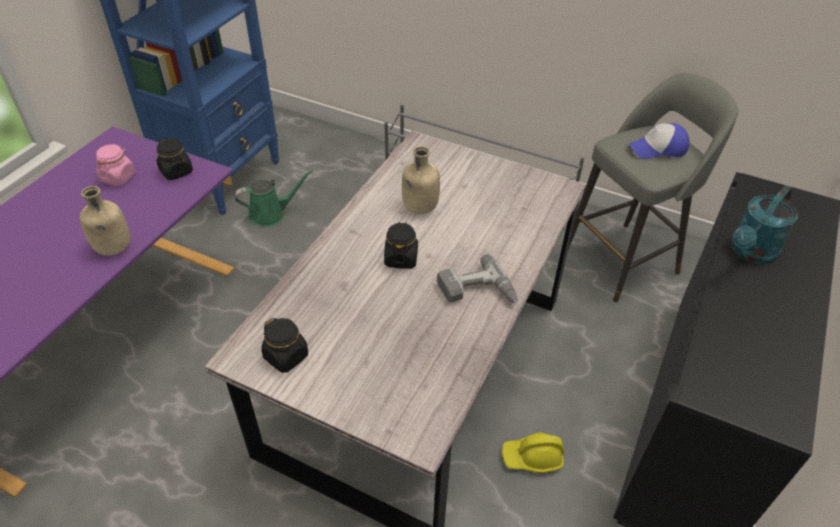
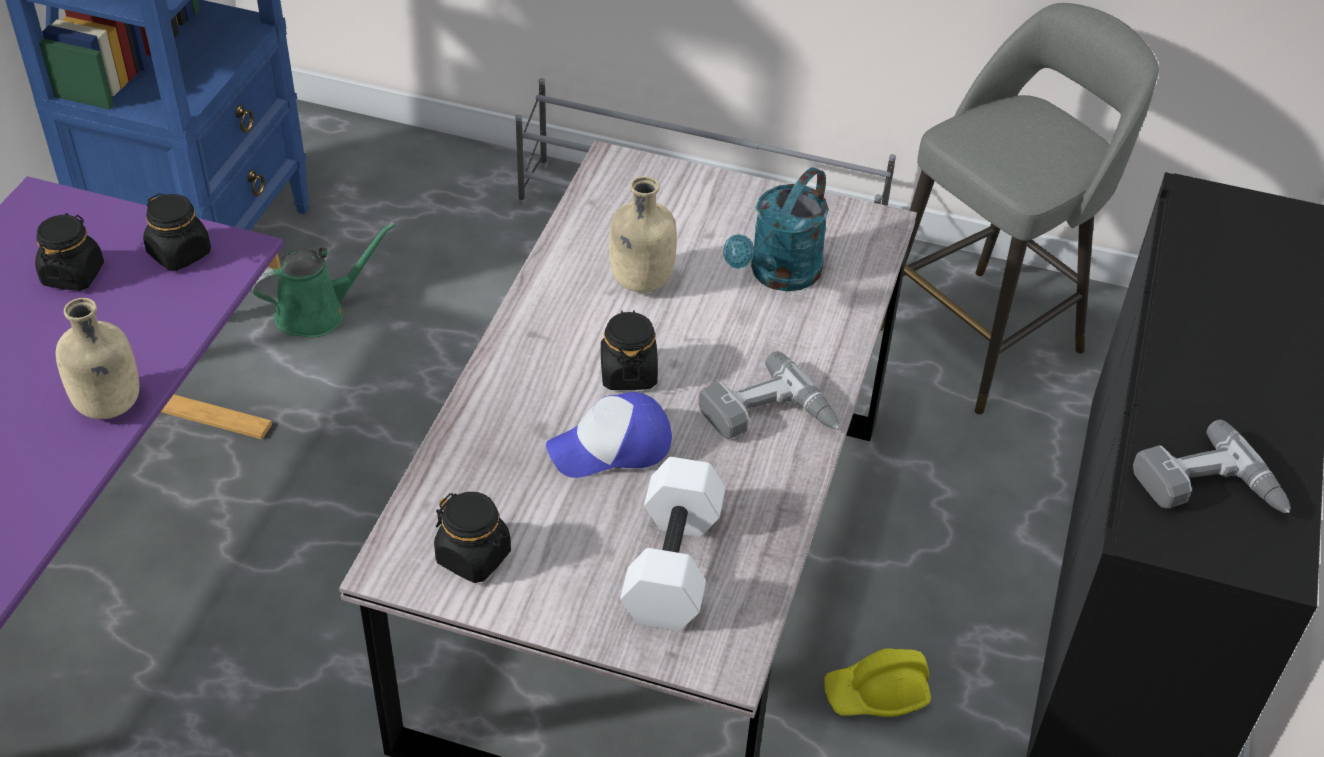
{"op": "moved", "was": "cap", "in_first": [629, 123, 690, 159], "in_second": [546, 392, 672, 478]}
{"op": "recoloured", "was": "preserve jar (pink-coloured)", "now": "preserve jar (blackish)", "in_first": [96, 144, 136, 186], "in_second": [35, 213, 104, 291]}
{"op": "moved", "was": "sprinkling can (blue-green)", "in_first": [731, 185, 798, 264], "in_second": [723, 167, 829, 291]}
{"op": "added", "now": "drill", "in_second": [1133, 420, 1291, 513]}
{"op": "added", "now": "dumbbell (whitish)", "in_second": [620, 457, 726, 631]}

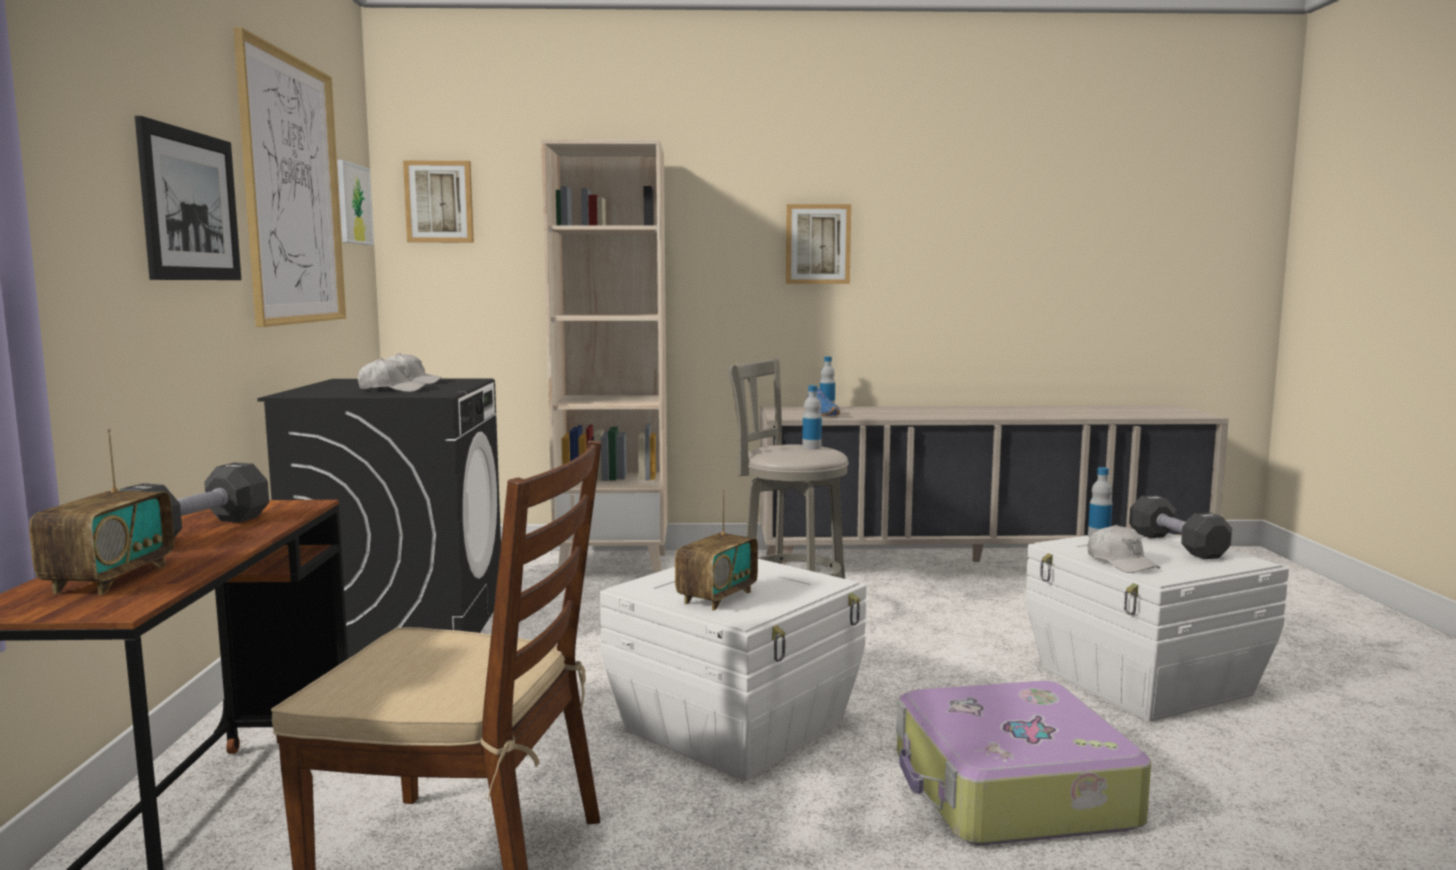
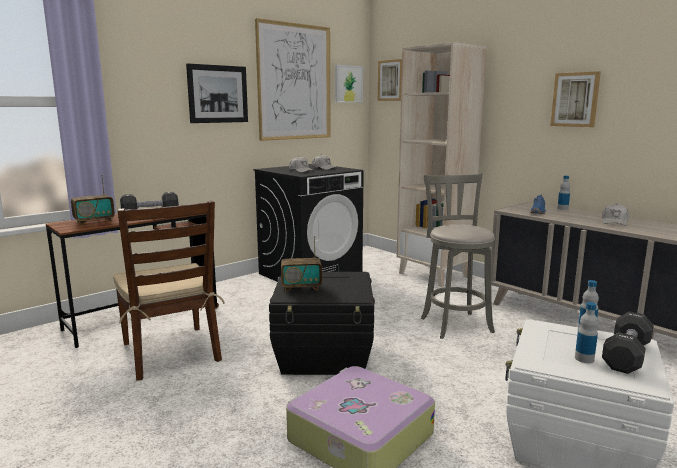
{"op": "moved", "was": "drink bottle", "in_first": [802, 385, 822, 450], "in_second": [575, 302, 598, 363]}
{"op": "moved", "was": "cap (whitish)", "in_first": [1088, 525, 1160, 573], "in_second": [602, 204, 629, 226]}
{"op": "recoloured", "was": "storage container (whitish)", "now": "storage container (blackish)", "in_first": [600, 559, 866, 781], "in_second": [269, 272, 375, 375]}

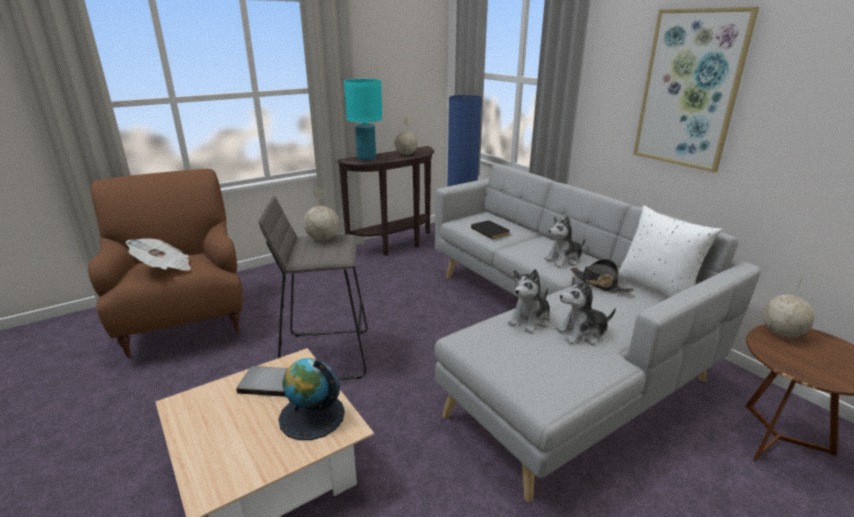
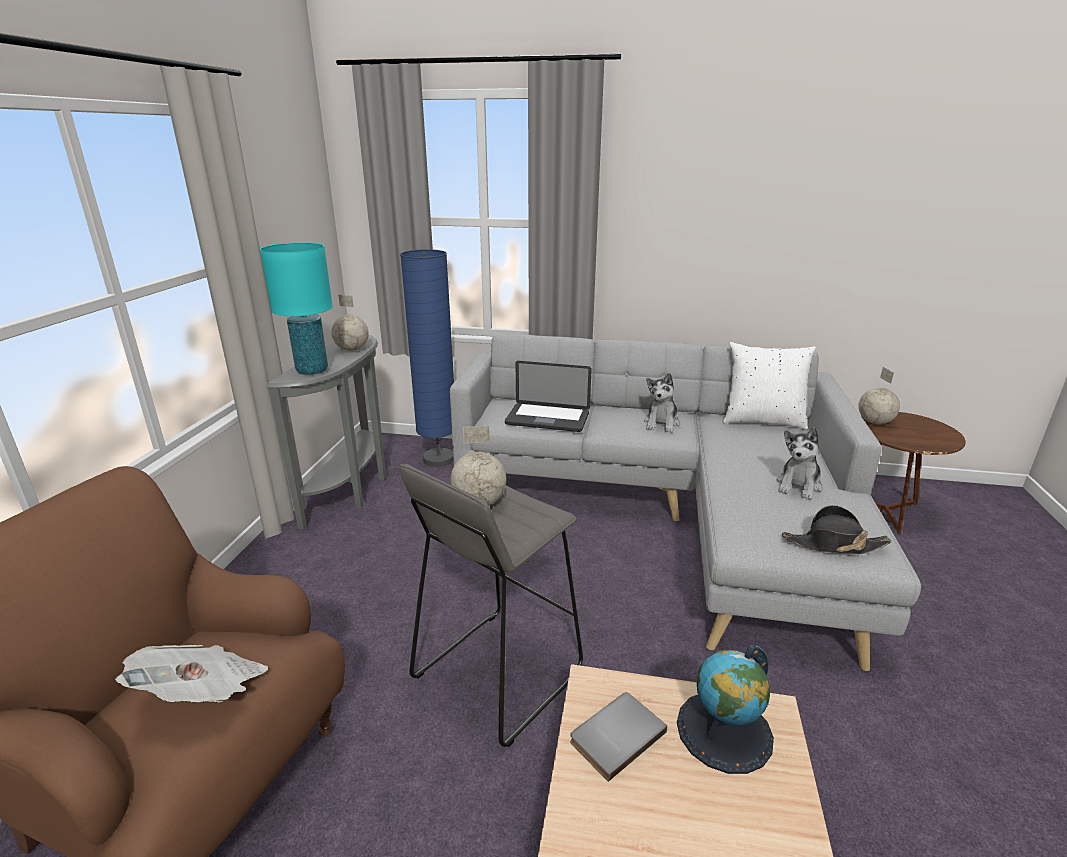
{"op": "removed", "was": "picture", "in_first": [633, 7, 759, 172]}
{"op": "recoloured", "was": "narrow table (brown)", "now": "narrow table (greyish)", "in_first": [337, 146, 434, 256], "in_second": [266, 335, 386, 529]}
{"op": "replaced", "was": "book (blackish)", "now": "portable computer", "in_first": [471, 220, 510, 239], "in_second": [505, 361, 592, 432]}
{"op": "moved", "was": "wearable hat (blackish)", "in_first": [570, 259, 634, 293], "in_second": [782, 505, 892, 554]}
{"op": "removed", "was": "plush toy", "in_first": [507, 269, 550, 334]}

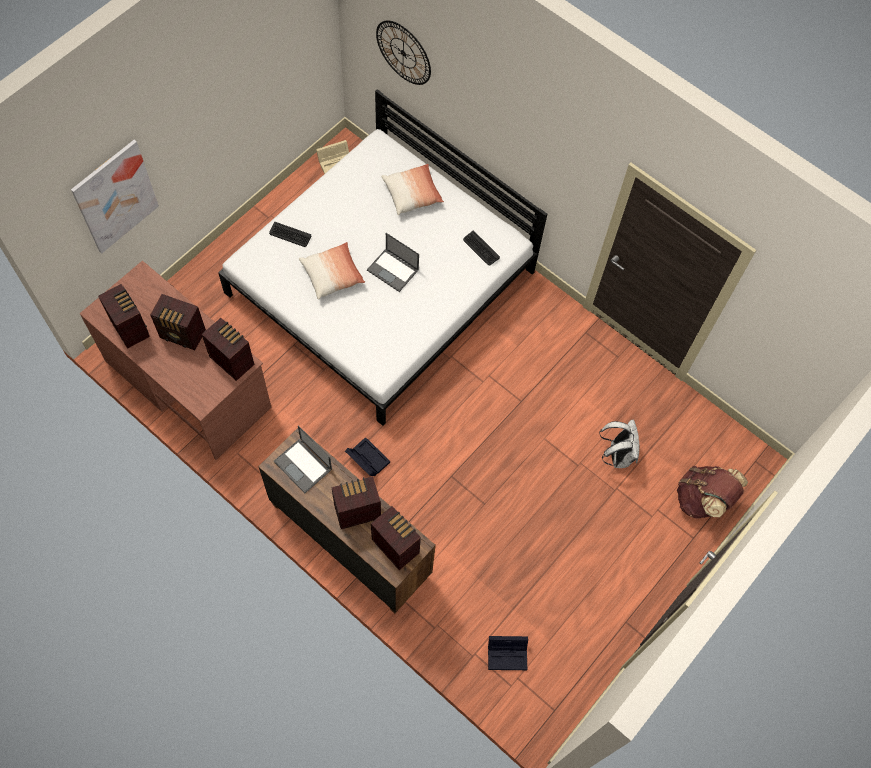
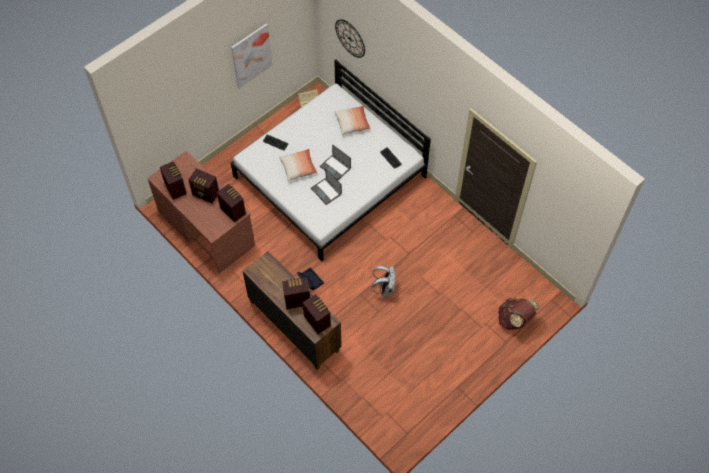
{"op": "moved", "was": "picture", "in_first": [71, 140, 159, 254], "in_second": [231, 23, 272, 88]}
{"op": "moved", "was": "knapsack (whitish)", "in_first": [599, 419, 639, 468], "in_second": [372, 266, 396, 297]}
{"op": "moved", "was": "portable computer", "in_first": [274, 425, 332, 493], "in_second": [311, 168, 342, 205]}
{"op": "removed", "was": "storage container (blackish)", "in_first": [488, 636, 528, 670]}

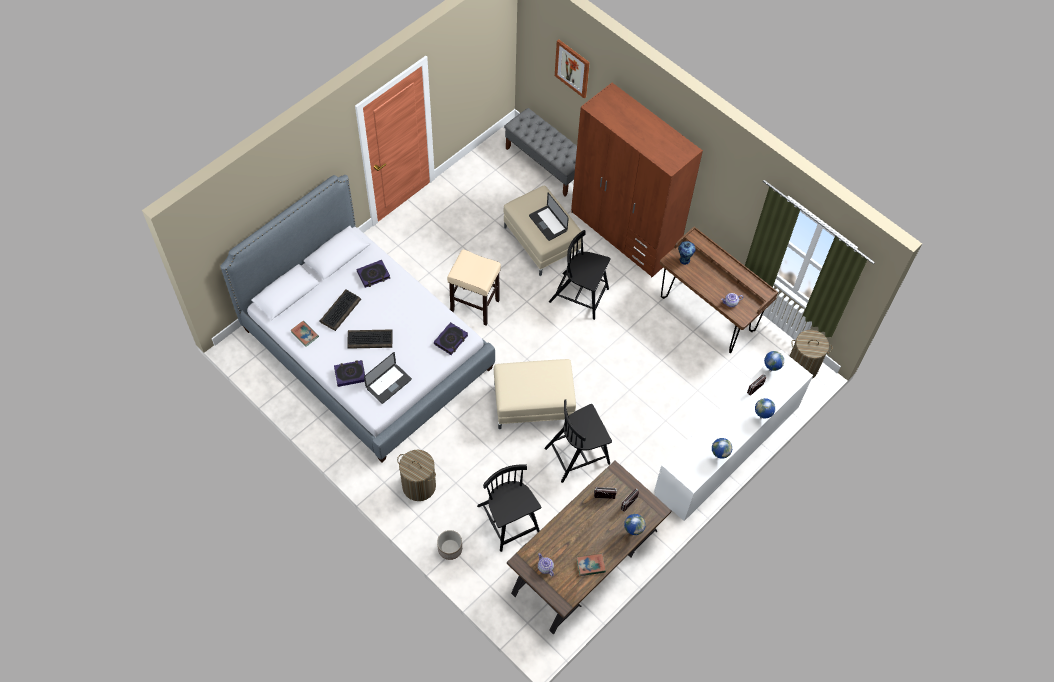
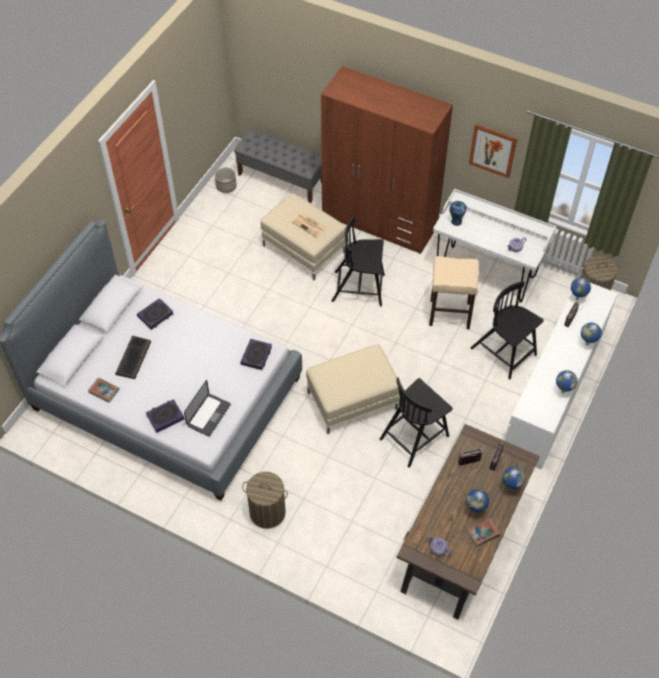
{"op": "moved", "was": "picture", "in_first": [555, 39, 590, 99], "in_second": [469, 124, 517, 178]}
{"op": "replaced", "was": "portable computer", "now": "newspaper", "in_first": [529, 193, 569, 241], "in_second": [292, 213, 327, 238]}
{"op": "recoloured", "was": "desk (brown)", "now": "desk (whitish)", "in_first": [660, 226, 778, 353], "in_second": [433, 189, 556, 302]}
{"op": "moved", "was": "stool (sand-coloured)", "in_first": [447, 249, 501, 326], "in_second": [429, 256, 478, 329]}
{"op": "removed", "was": "keyboard", "in_first": [347, 329, 393, 349]}
{"op": "moved", "was": "plain chair (blackish)", "in_first": [477, 464, 541, 552], "in_second": [471, 281, 544, 380]}
{"op": "moved", "was": "plant pot", "in_first": [437, 530, 462, 560], "in_second": [215, 167, 237, 193]}
{"op": "added", "now": "globe", "in_second": [466, 489, 489, 512]}

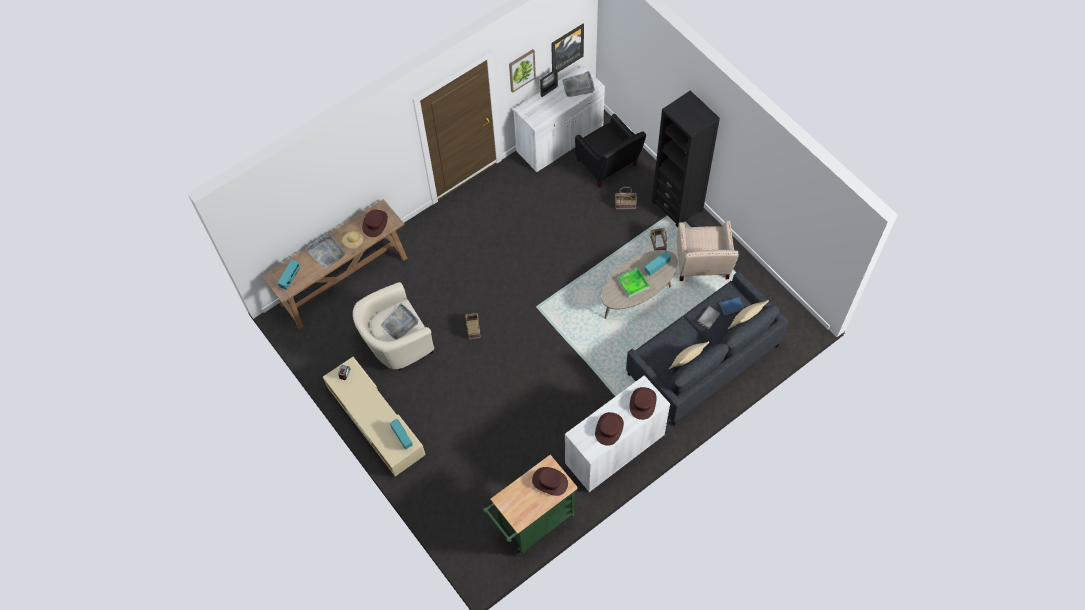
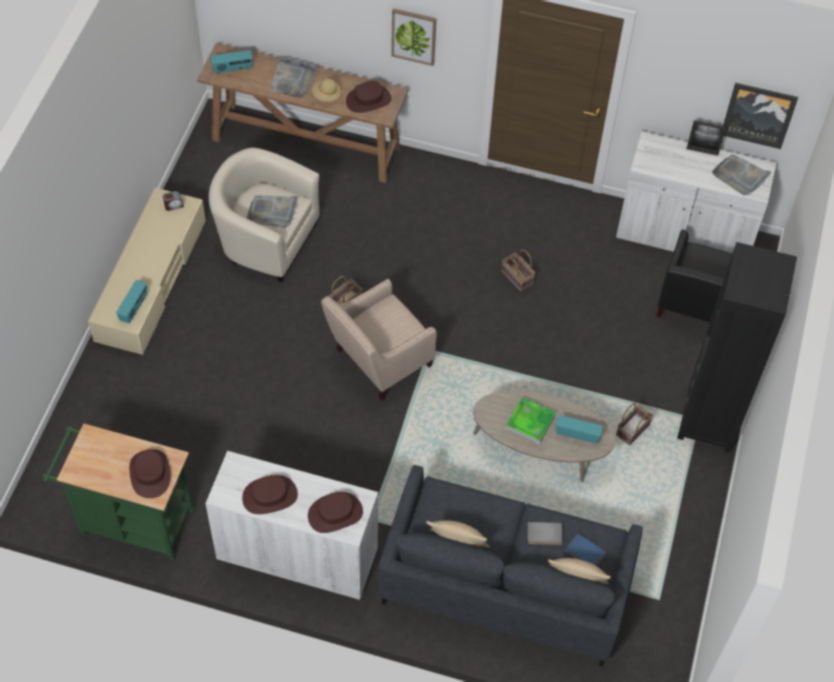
{"op": "moved", "was": "picture", "in_first": [509, 49, 536, 93], "in_second": [391, 8, 436, 66]}
{"op": "moved", "was": "household basket", "in_first": [615, 187, 637, 209], "in_second": [502, 249, 535, 292]}
{"op": "moved", "was": "easy chair (sand-coloured)", "in_first": [676, 220, 739, 281], "in_second": [321, 279, 437, 400]}

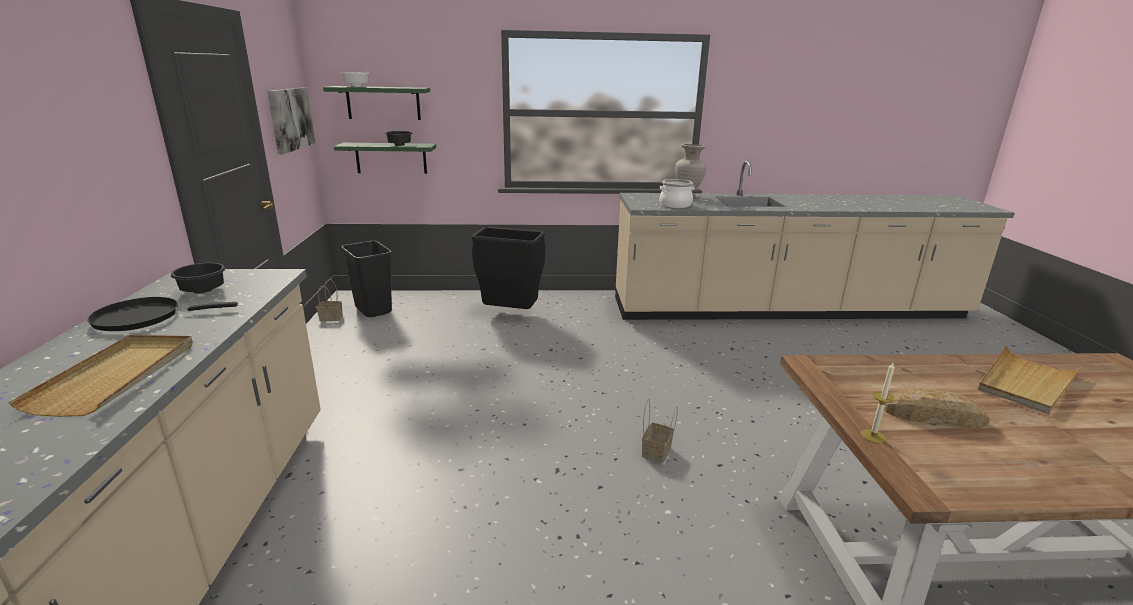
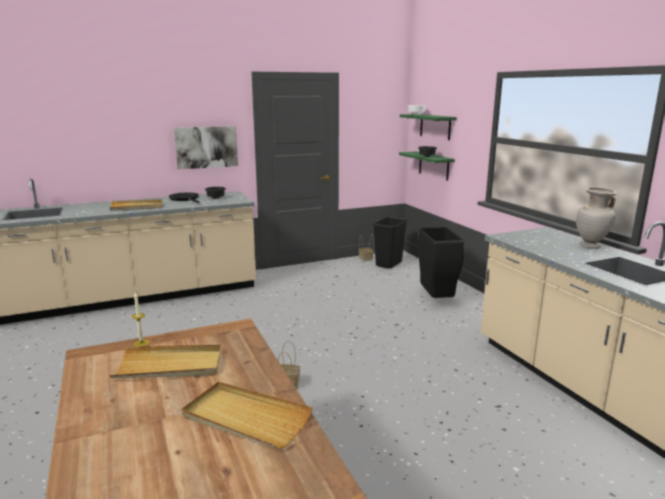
{"op": "moved", "was": "picture", "in_first": [267, 87, 315, 154], "in_second": [174, 126, 238, 169]}
{"op": "removed", "was": "stockpot", "in_first": [660, 179, 695, 208]}
{"op": "replaced", "was": "bakery bread", "now": "serving tray (sand-coloured)", "in_first": [884, 388, 990, 428], "in_second": [110, 344, 221, 378]}

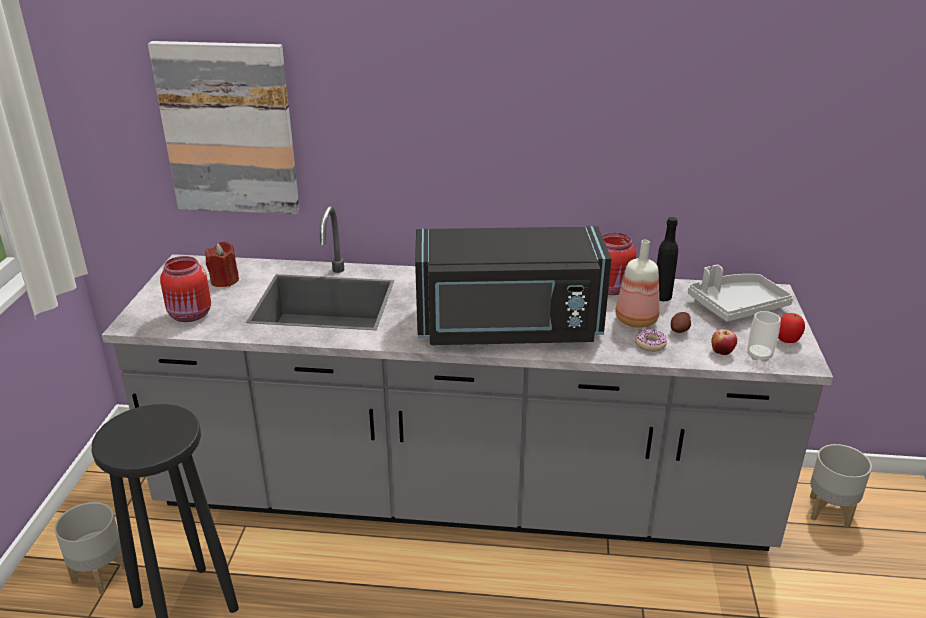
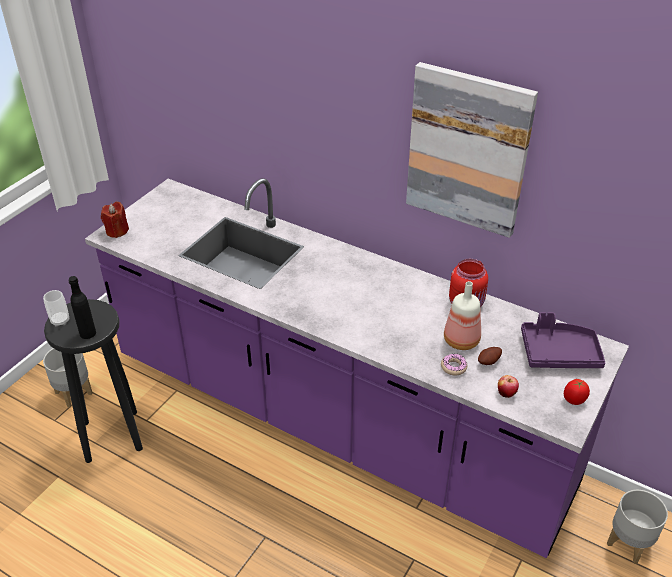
{"op": "moved", "was": "picture", "in_first": [148, 41, 300, 214], "in_second": [406, 62, 538, 238]}
{"op": "recoloured", "was": "kitchen counter (greyish)", "now": "kitchen counter (purple)", "in_first": [102, 206, 833, 551], "in_second": [85, 178, 629, 558]}
{"op": "moved", "was": "drink bottle (blackish)", "in_first": [657, 217, 678, 301], "in_second": [69, 276, 96, 339]}
{"op": "removed", "was": "microwave (blackish)", "in_first": [415, 226, 611, 345]}
{"op": "moved", "was": "candle (red)", "in_first": [205, 241, 239, 287], "in_second": [101, 202, 129, 238]}
{"op": "removed", "was": "preserve jar (red)", "in_first": [160, 256, 211, 322]}
{"op": "recoloured", "was": "serving tray (greyish)", "now": "serving tray (purple)", "in_first": [688, 265, 793, 322], "in_second": [521, 312, 605, 368]}
{"op": "moved", "was": "drinking cup", "in_first": [747, 311, 781, 362], "in_second": [43, 290, 69, 327]}

